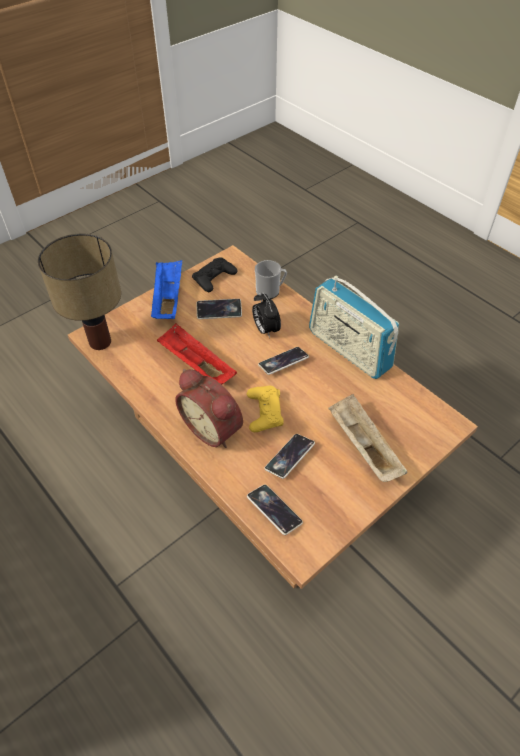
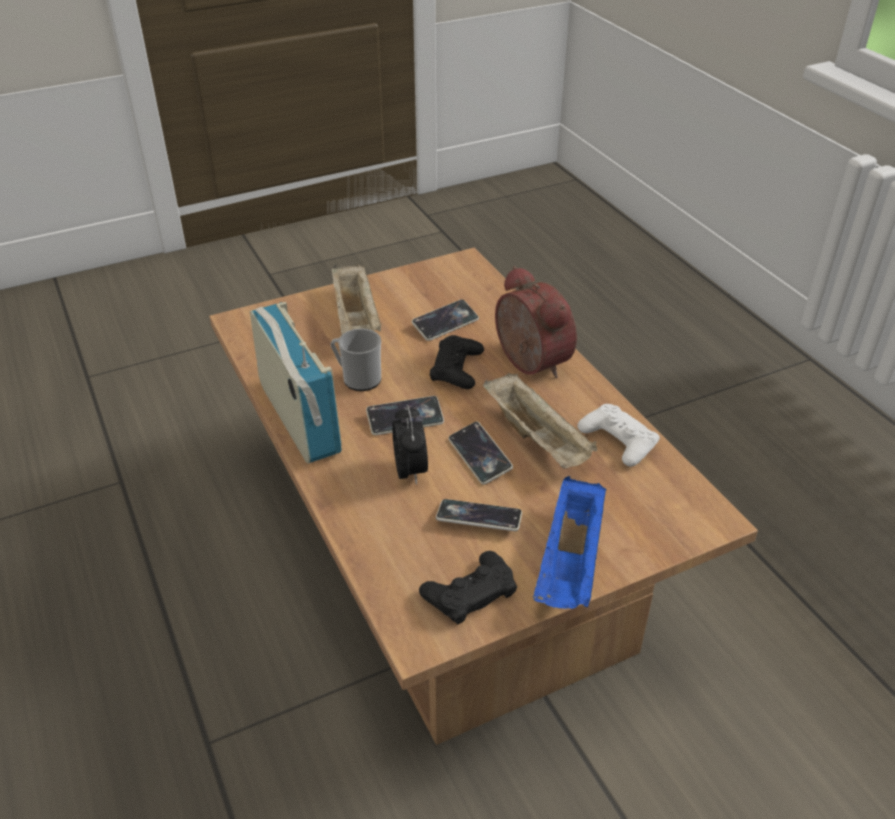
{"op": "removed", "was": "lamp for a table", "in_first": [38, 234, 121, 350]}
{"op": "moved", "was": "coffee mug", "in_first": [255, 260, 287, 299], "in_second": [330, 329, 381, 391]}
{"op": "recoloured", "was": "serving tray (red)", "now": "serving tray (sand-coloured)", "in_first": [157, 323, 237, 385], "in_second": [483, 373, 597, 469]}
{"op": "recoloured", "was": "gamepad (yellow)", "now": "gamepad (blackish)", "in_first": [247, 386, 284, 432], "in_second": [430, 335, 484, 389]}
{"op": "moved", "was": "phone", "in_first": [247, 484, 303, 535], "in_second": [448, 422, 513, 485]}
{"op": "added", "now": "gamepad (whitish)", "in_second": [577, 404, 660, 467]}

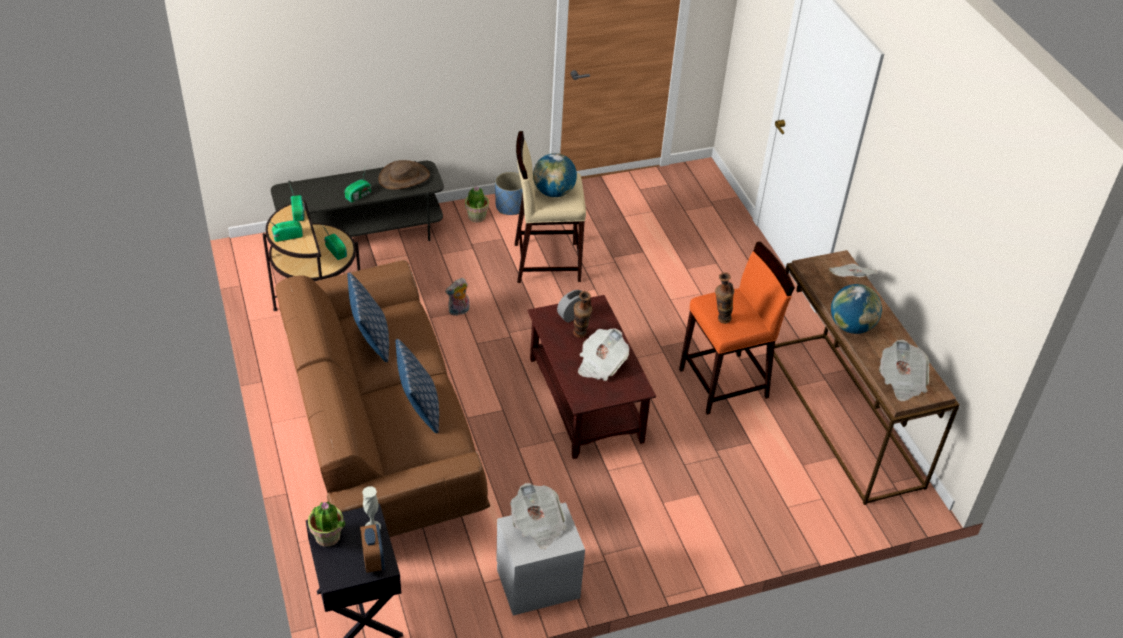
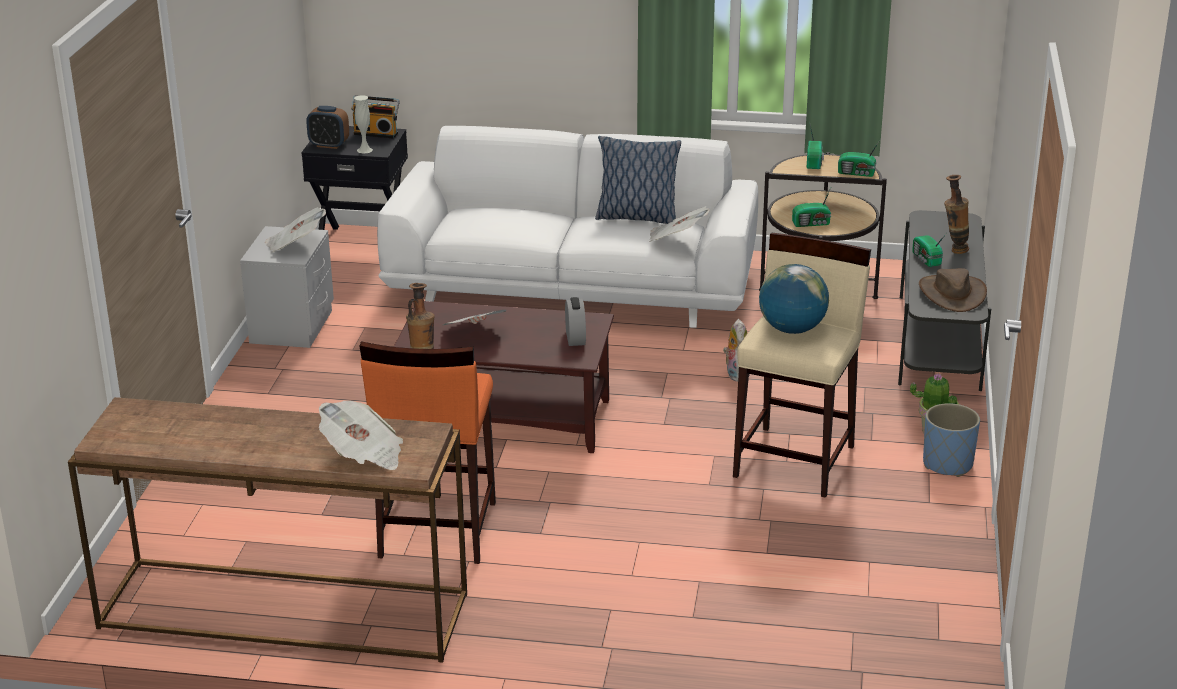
{"op": "recoloured", "was": "settee (brown)", "now": "settee (whitish)", "in_first": [275, 260, 490, 537], "in_second": [377, 126, 758, 328]}
{"op": "removed", "was": "globe", "in_first": [831, 284, 882, 334]}
{"op": "moved", "was": "vase", "in_first": [573, 291, 592, 338], "in_second": [944, 175, 969, 254]}
{"op": "removed", "was": "cushion", "in_first": [396, 339, 439, 433]}
{"op": "moved", "was": "newspaper", "in_first": [879, 340, 929, 402], "in_second": [649, 206, 710, 242]}
{"op": "replaced", "was": "potted plant", "now": "radio receiver", "in_first": [308, 502, 345, 547], "in_second": [351, 95, 400, 139]}

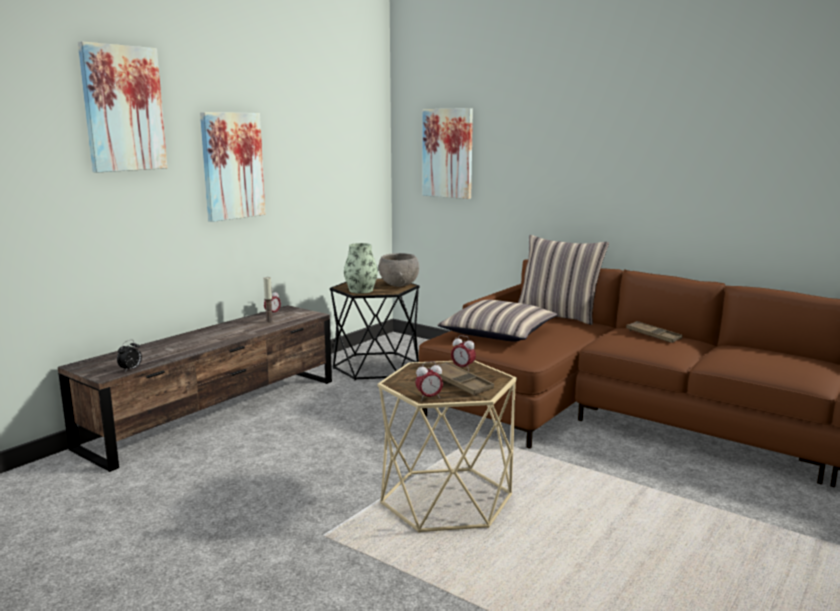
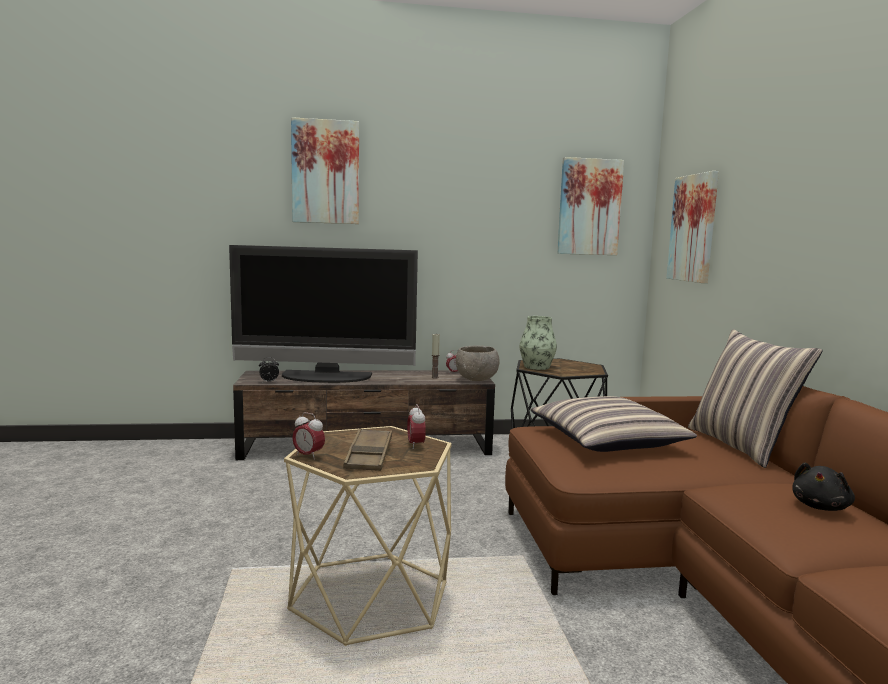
{"op": "moved", "was": "picture", "in_first": [200, 112, 265, 222], "in_second": [557, 157, 624, 255]}
{"op": "moved", "was": "serving bowl (greyish)", "in_first": [379, 253, 419, 287], "in_second": [456, 345, 500, 381]}
{"op": "replaced", "was": "serving tray (brown)", "now": "plush toy (blackish)", "in_first": [626, 321, 683, 343], "in_second": [792, 462, 855, 511]}
{"op": "added", "now": "television", "in_second": [229, 245, 418, 383]}

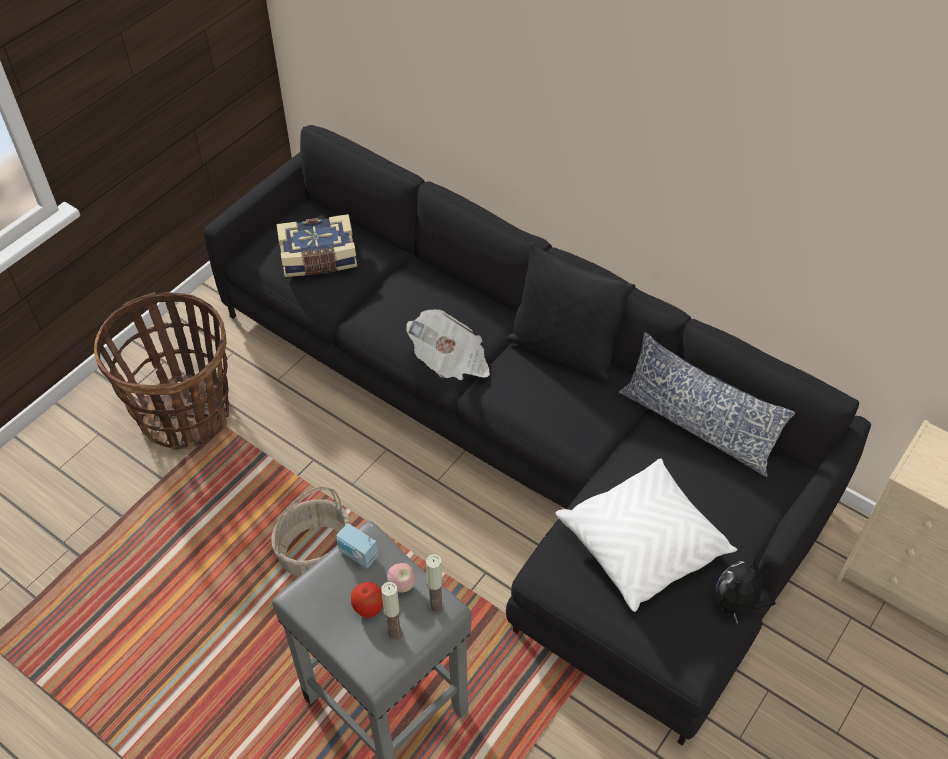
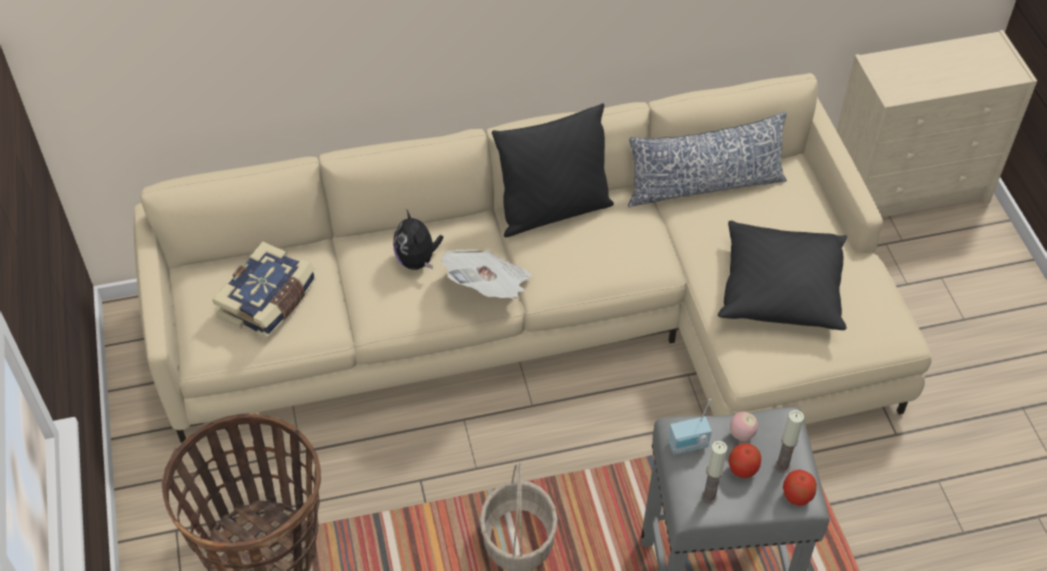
{"op": "recoloured", "was": "settee (blackish)", "now": "settee (sand-coloured)", "in_first": [204, 125, 871, 746], "in_second": [134, 73, 931, 443]}
{"op": "recoloured", "was": "cushion (whitish)", "now": "cushion (blackish)", "in_first": [556, 458, 738, 612], "in_second": [718, 221, 847, 330]}
{"op": "moved", "was": "candle", "in_first": [426, 554, 444, 614], "in_second": [701, 441, 727, 504]}
{"op": "moved", "was": "plush toy", "in_first": [716, 555, 776, 625], "in_second": [393, 209, 443, 270]}
{"op": "added", "now": "whole apple", "in_second": [783, 470, 817, 506]}

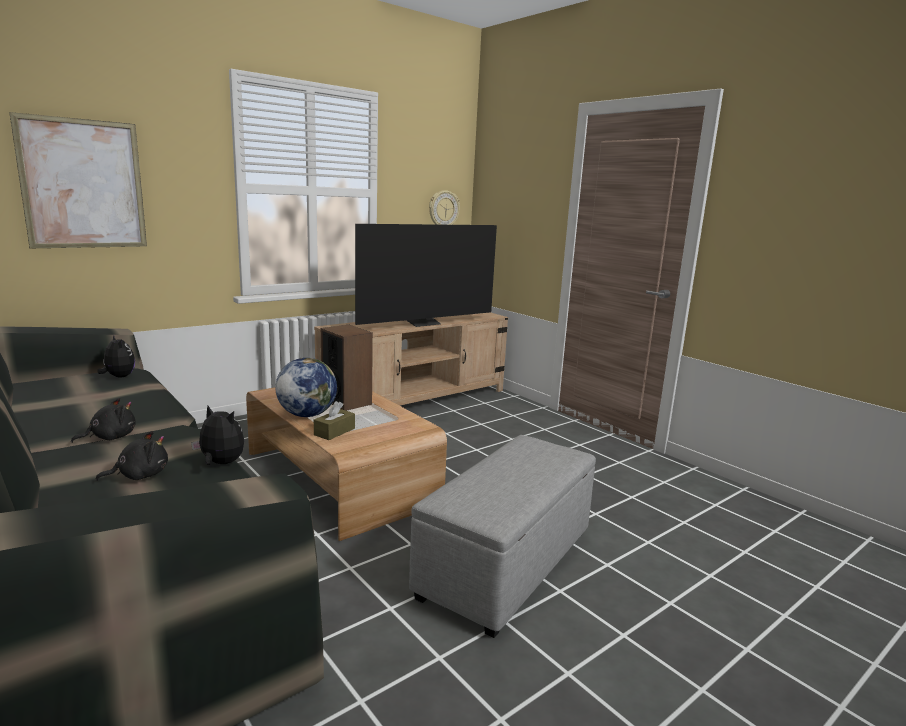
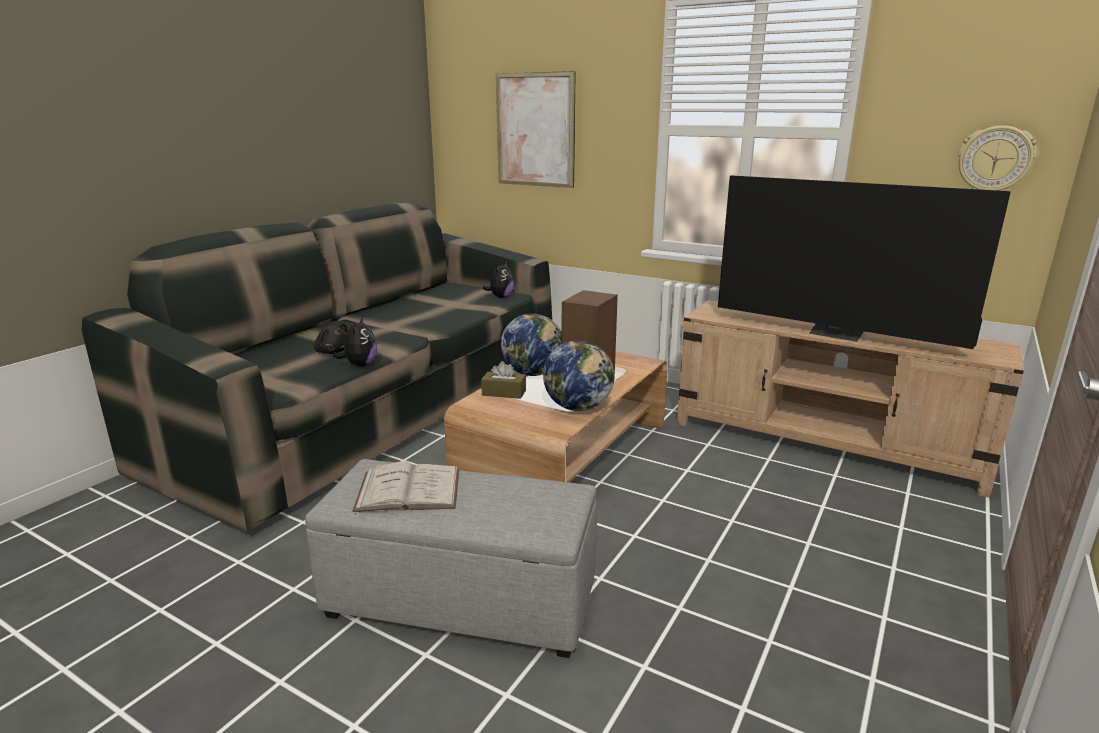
{"op": "removed", "was": "plush toy (blackish)", "in_first": [71, 398, 136, 443]}
{"op": "added", "now": "globe", "in_second": [543, 340, 615, 411]}
{"op": "added", "now": "book (whitish)", "in_second": [352, 461, 459, 512]}

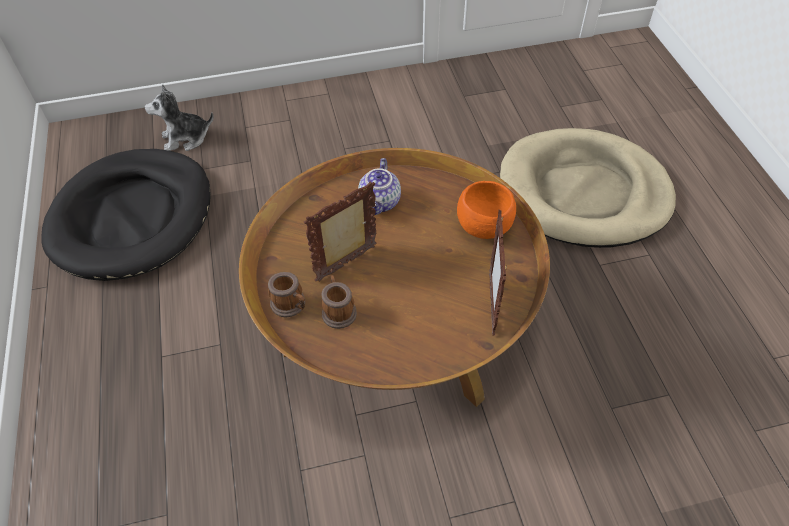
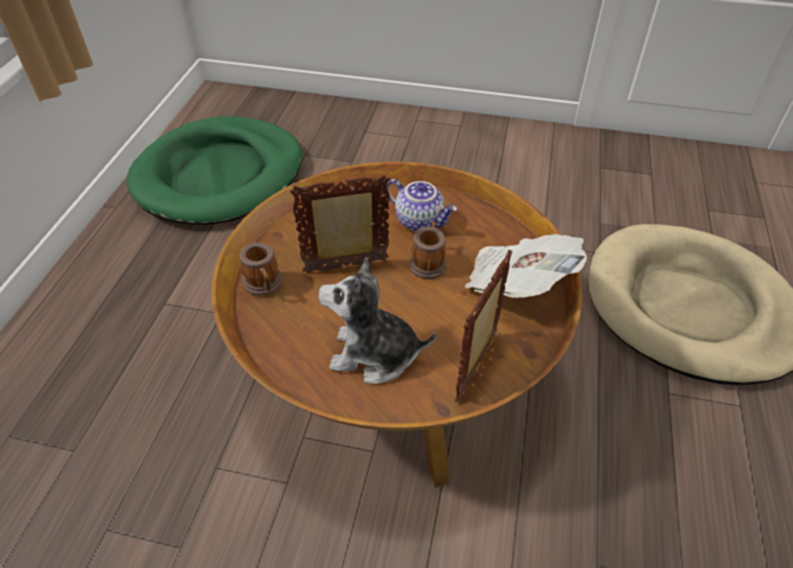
{"op": "moved", "was": "plush toy", "in_first": [145, 84, 213, 151], "in_second": [319, 257, 436, 384]}
{"op": "recoloured", "was": "pet bed (blackish)", "now": "pet bed (greenish)", "in_first": [41, 149, 211, 281], "in_second": [127, 116, 302, 225]}
{"op": "turned", "was": "teapot", "in_first": [358, 158, 401, 215], "in_second": [387, 179, 457, 231], "clockwise": -90}
{"op": "replaced", "was": "serving bowl (orangey)", "now": "newspaper", "in_first": [457, 181, 516, 239], "in_second": [465, 234, 587, 298]}
{"op": "moved", "was": "coffee mug", "in_first": [321, 275, 357, 329], "in_second": [409, 222, 447, 279]}

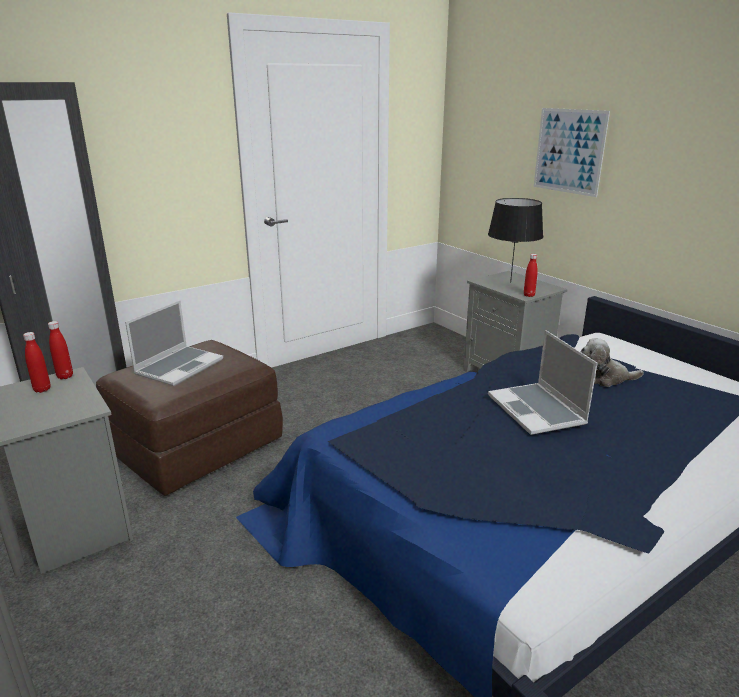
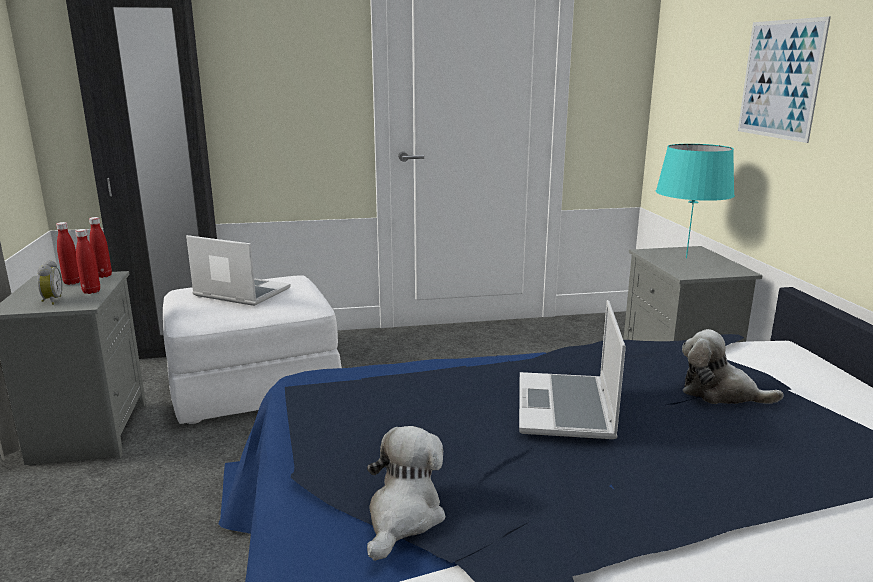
{"op": "recoloured", "was": "lamp for a table (blackish)", "now": "lamp for a table (blue-green)", "in_first": [488, 198, 543, 283], "in_second": [656, 144, 735, 258]}
{"op": "moved", "was": "drink bottle (red)", "in_first": [524, 254, 538, 297], "in_second": [75, 229, 100, 294]}
{"op": "turned", "was": "portable computer", "in_first": [125, 300, 223, 386], "in_second": [186, 235, 291, 306], "clockwise": -120}
{"op": "recoloured", "was": "pouffe (brown)", "now": "pouffe (whitish)", "in_first": [96, 340, 283, 496], "in_second": [163, 275, 342, 424]}
{"op": "added", "now": "table clock", "in_second": [37, 260, 62, 305]}
{"op": "added", "now": "plush toy", "in_second": [367, 426, 445, 561]}

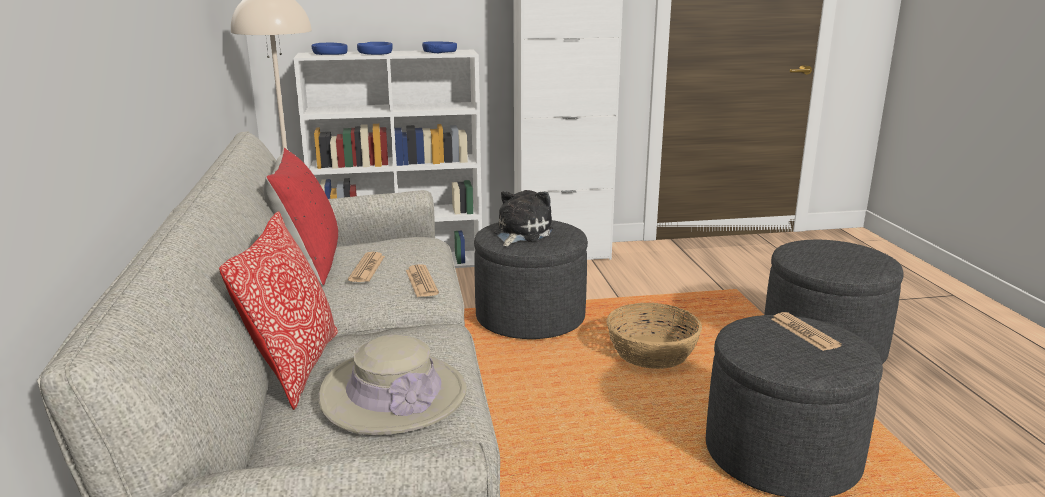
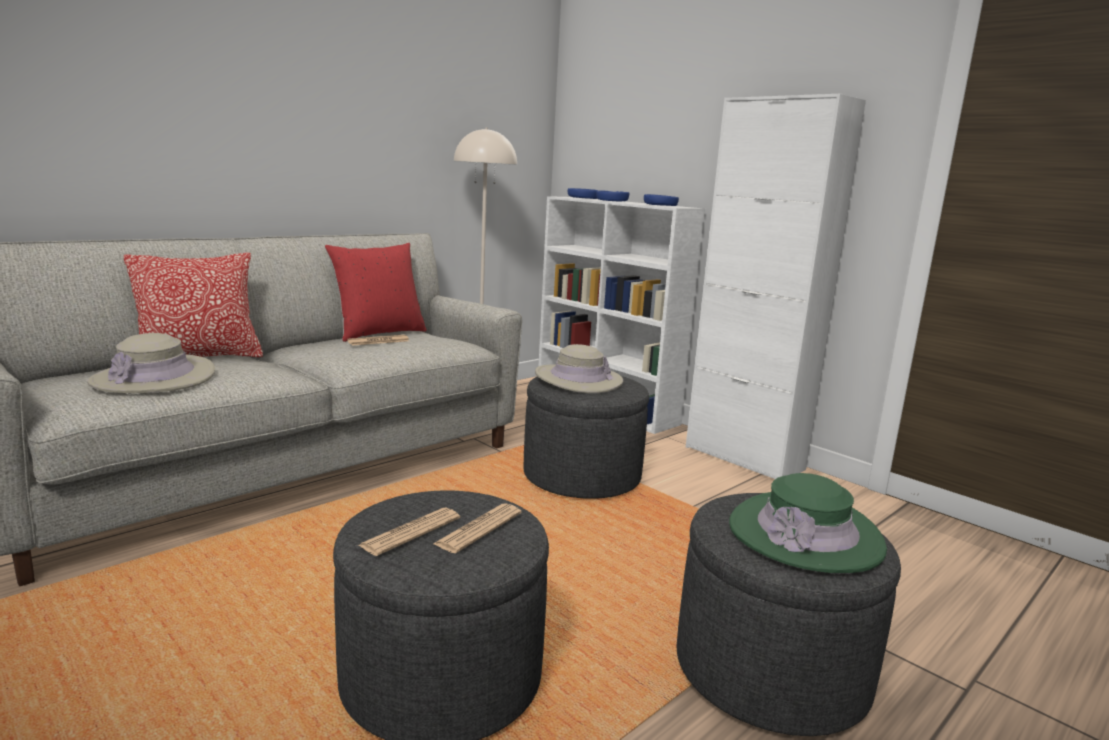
{"op": "replaced", "was": "plush toy", "now": "wearable hat (sand-coloured)", "in_first": [494, 190, 553, 247], "in_second": [535, 344, 623, 393]}
{"op": "moved", "was": "newspaper", "in_first": [406, 264, 439, 297], "in_second": [359, 508, 460, 556]}
{"op": "removed", "was": "household basket", "in_first": [607, 303, 702, 369]}
{"op": "added", "now": "wearable hat (greenish)", "in_second": [729, 473, 887, 573]}

